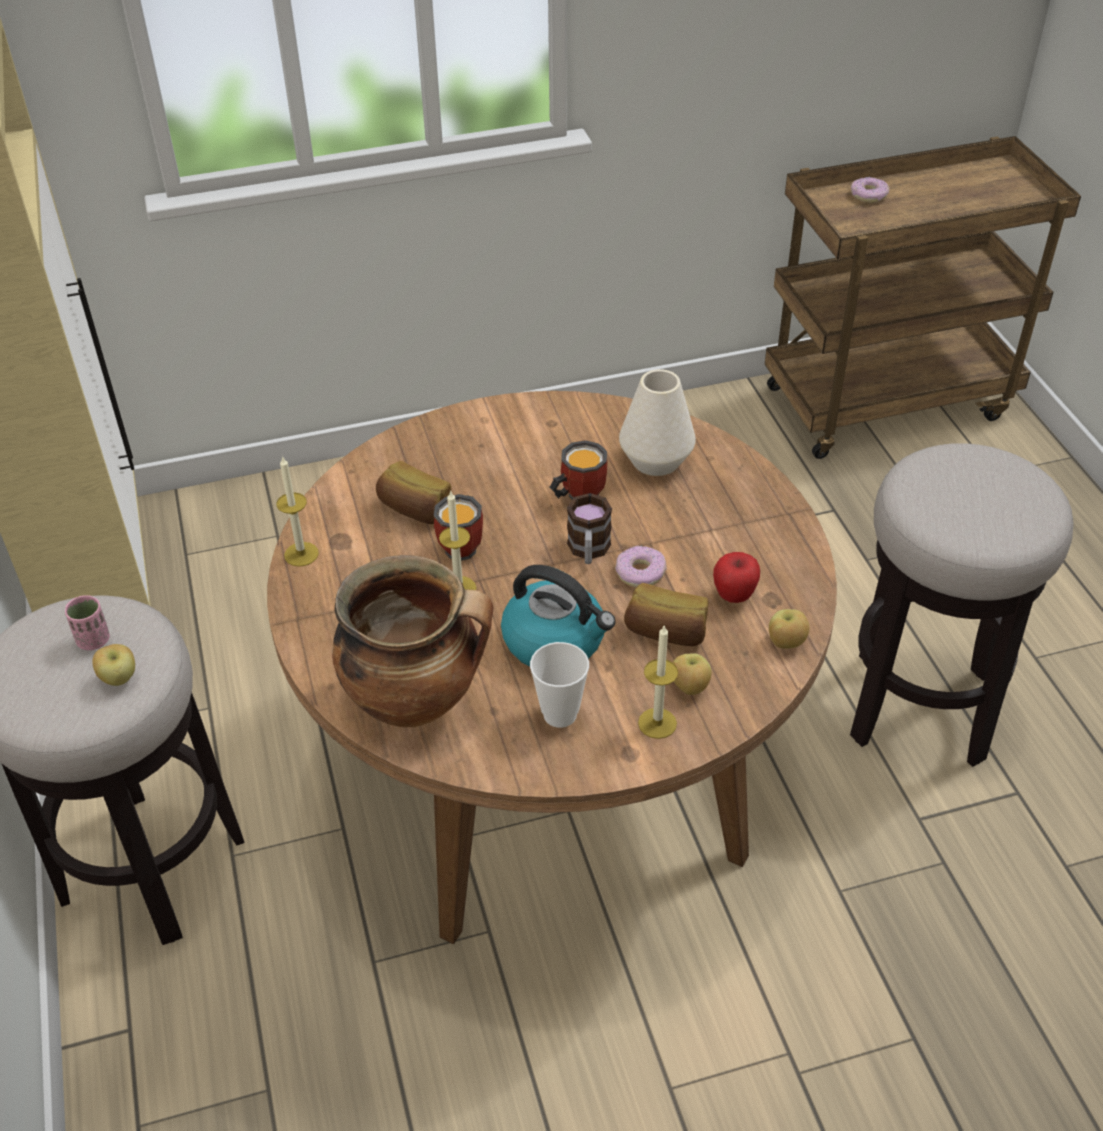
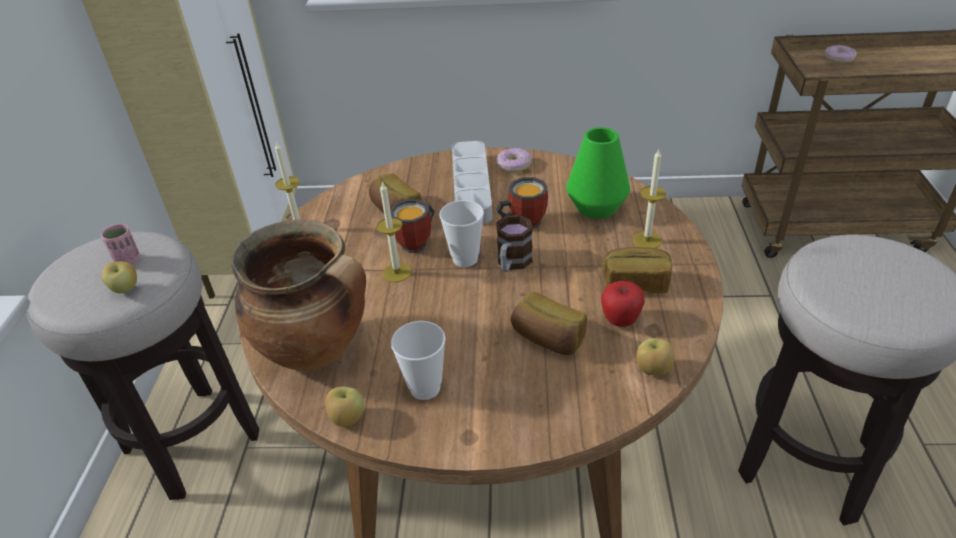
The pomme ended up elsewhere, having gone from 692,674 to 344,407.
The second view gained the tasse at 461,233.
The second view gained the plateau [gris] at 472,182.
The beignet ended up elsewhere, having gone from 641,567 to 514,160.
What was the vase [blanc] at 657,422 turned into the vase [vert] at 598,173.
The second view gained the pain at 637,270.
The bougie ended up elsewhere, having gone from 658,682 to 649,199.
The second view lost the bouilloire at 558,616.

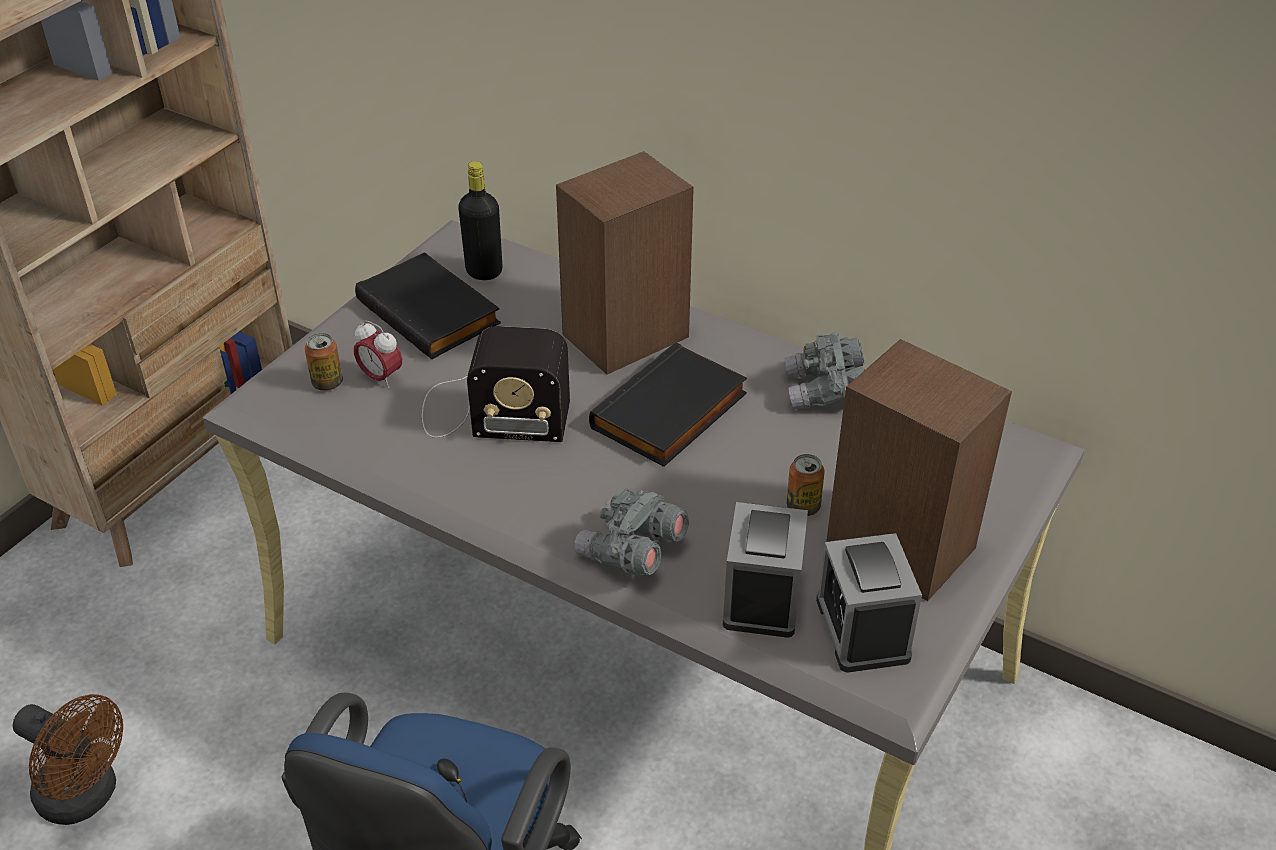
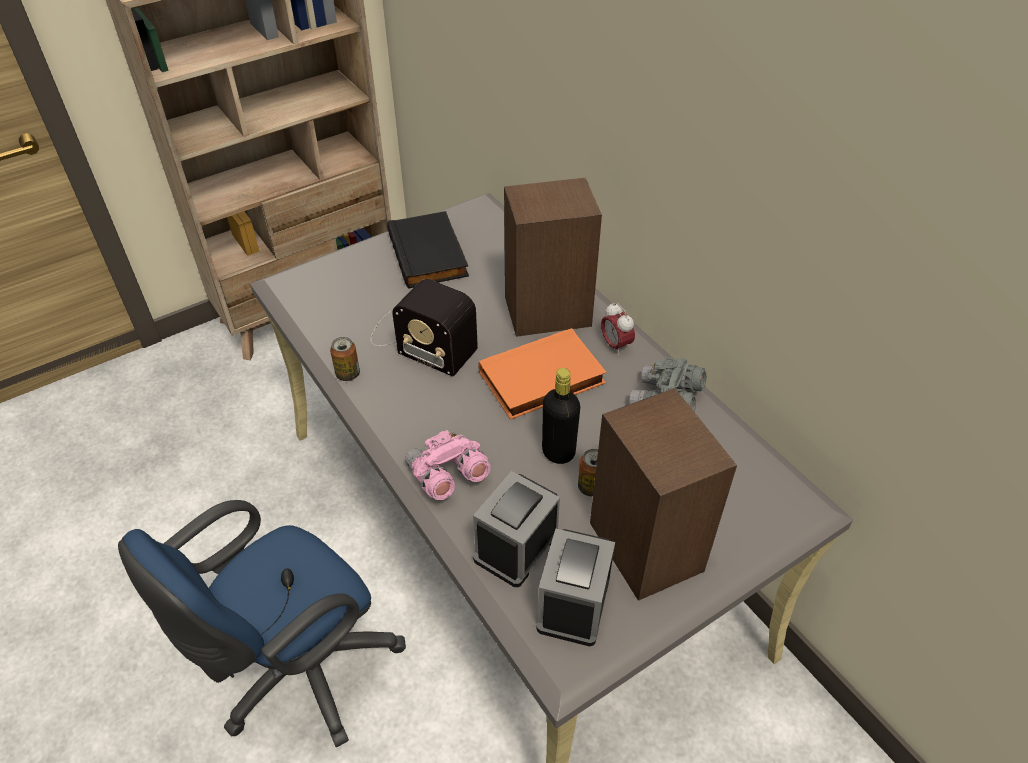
The boîte métallique ended up elsewhere, having gone from 324,362 to 345,359.
What was the jumelles [gris] at 631,531 turned into the jumelles [rose] at 448,465.
What was the livre [noir] at 668,404 turned into the livre [orange] at 542,374.
The bouteille [noir] ended up elsewhere, having gone from 480,220 to 561,416.
The réveil ended up elsewhere, having gone from 378,354 to 618,329.
The second view lost the ventilateur [marron] at 68,759.

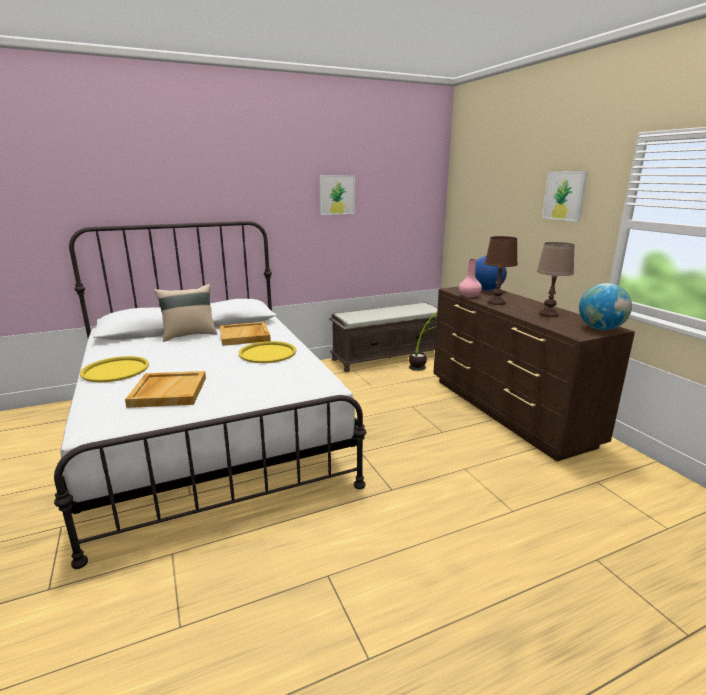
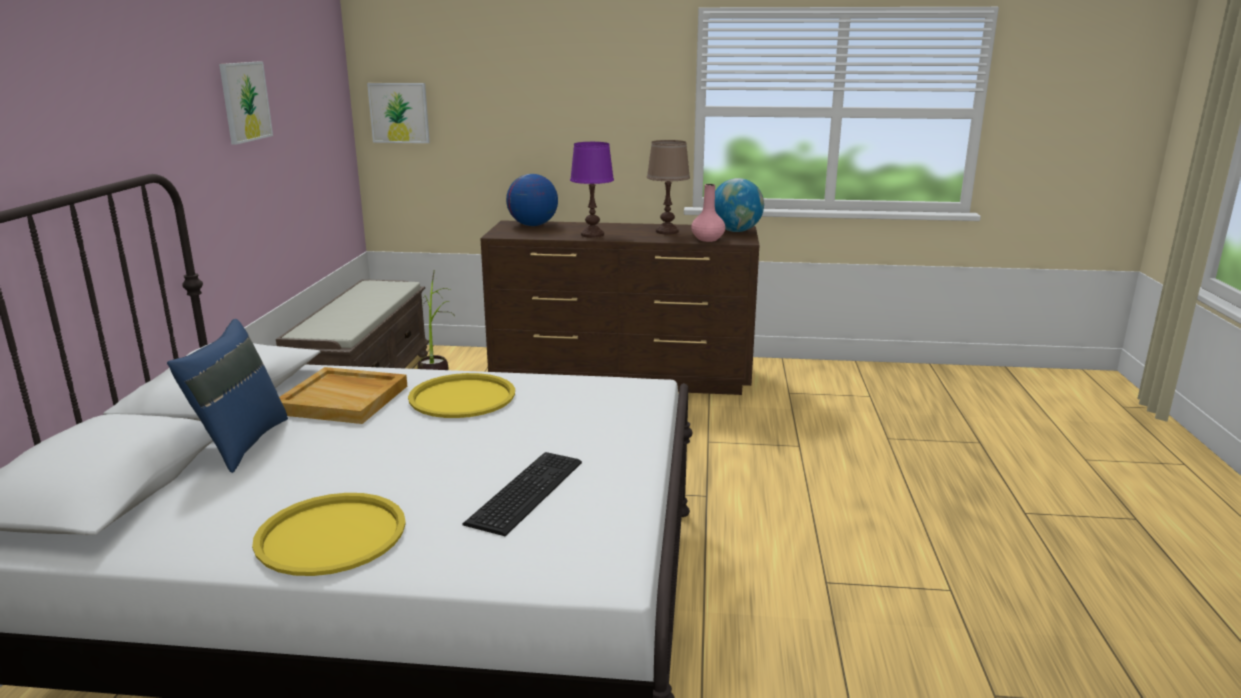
What was the coussin [beige] at 185,313 turned into the coussin [bleu] at 227,396.
The tableau ended up elsewhere, having gone from 565,196 to 398,113.
Where the plateau [beige] stood at 165,389, the clavier came to stand at 522,494.
What was the lampe de table [marron] at 501,270 turned into the lampe de table [violet] at 592,190.
The vase [rose] ended up elsewhere, having gone from 470,278 to 708,213.

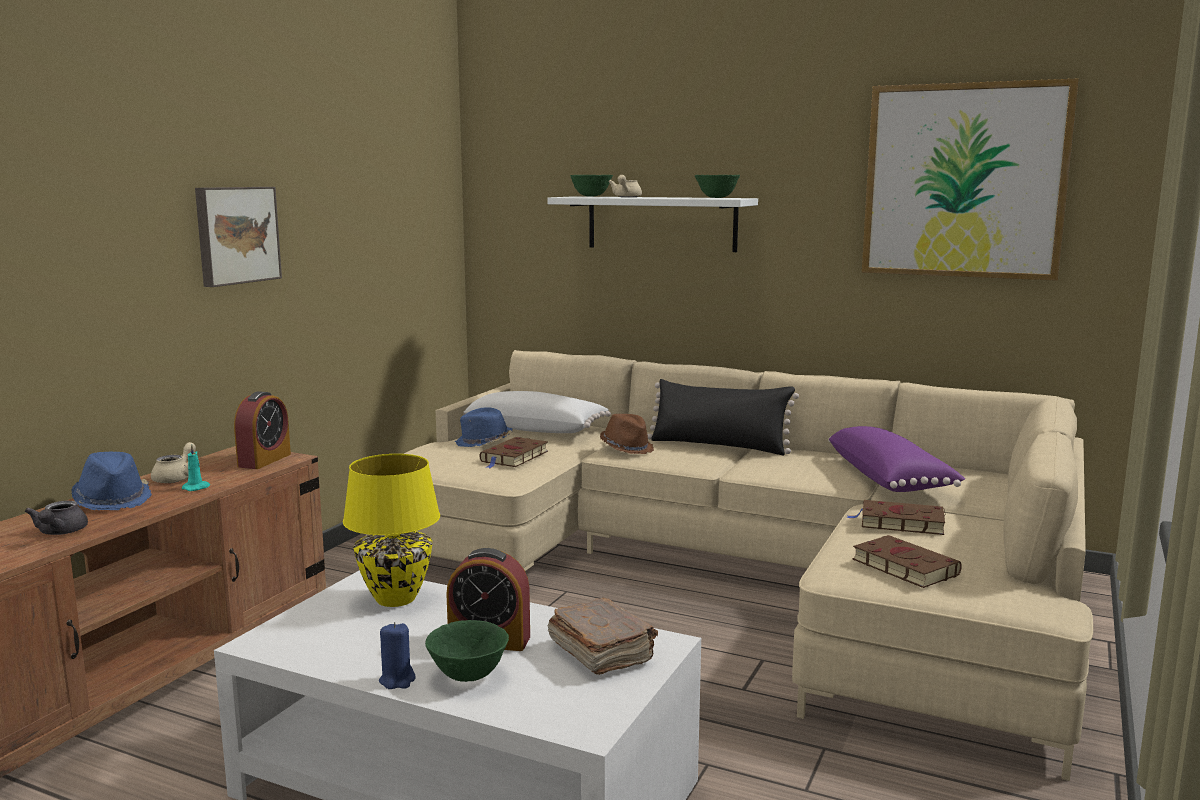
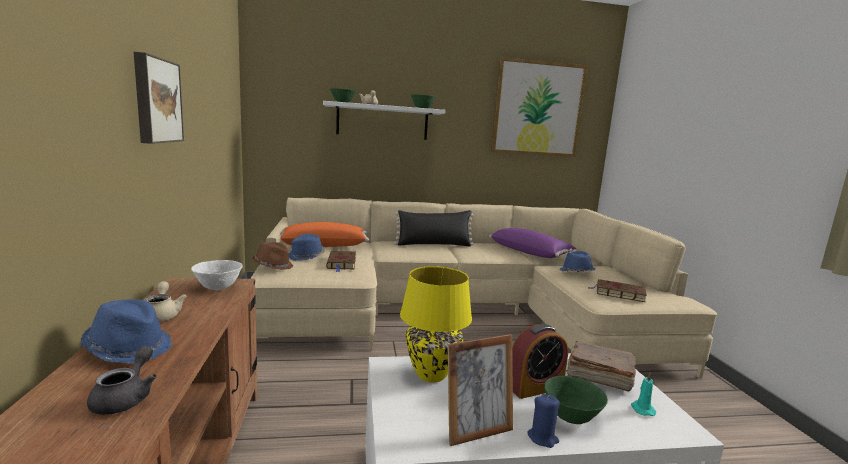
The théière [gris] at 56,518 ended up facing another way, 135 degrees counterclockwise from before.
Where the réveil stood at 262,430, the bol [blanc] came to stand at 217,275.
The chapeau [marron] ended up elsewhere, having gone from 627,434 to 272,256.
What was the coussin [blanc] at 537,412 turned into the coussin [orange] at 324,234.
The second view gained the cadre photo at 480,390.
Where the livre [marron] stood at 896,517, the chapeau [bleu] came to stand at 577,261.
The bougie [turquoise] ended up elsewhere, having gone from 196,467 to 644,394.

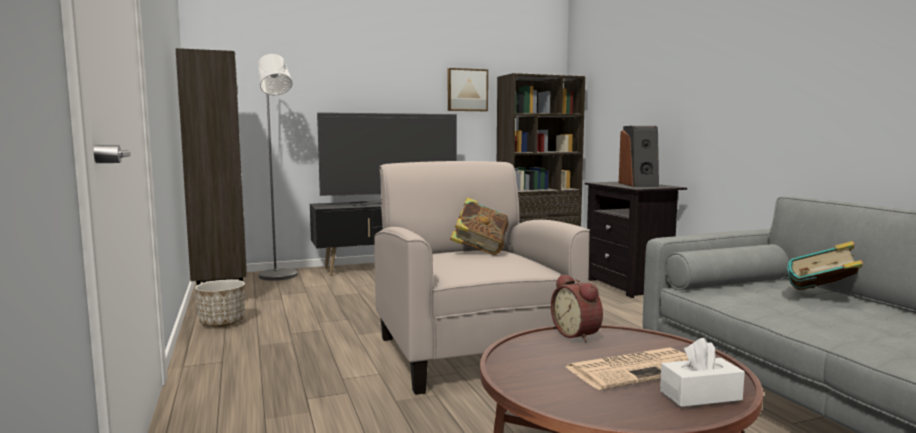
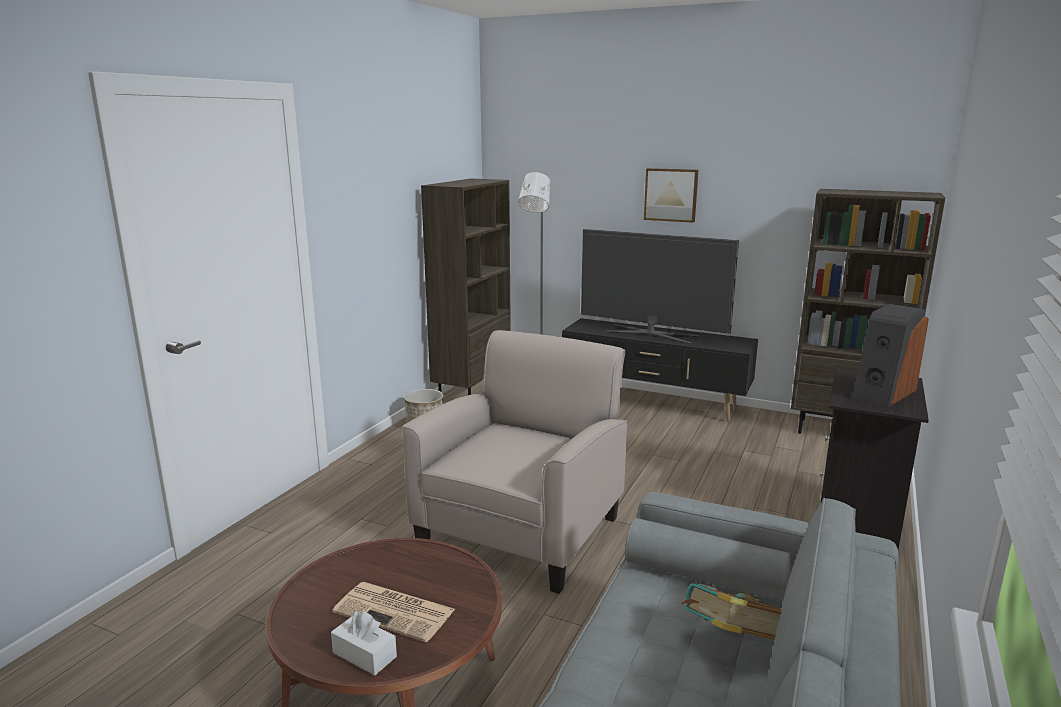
The tableau ended up elsewhere, having gone from 468,89 to 671,195.
The second view lost the livre at 479,226.
The second view lost the réveil at 577,308.

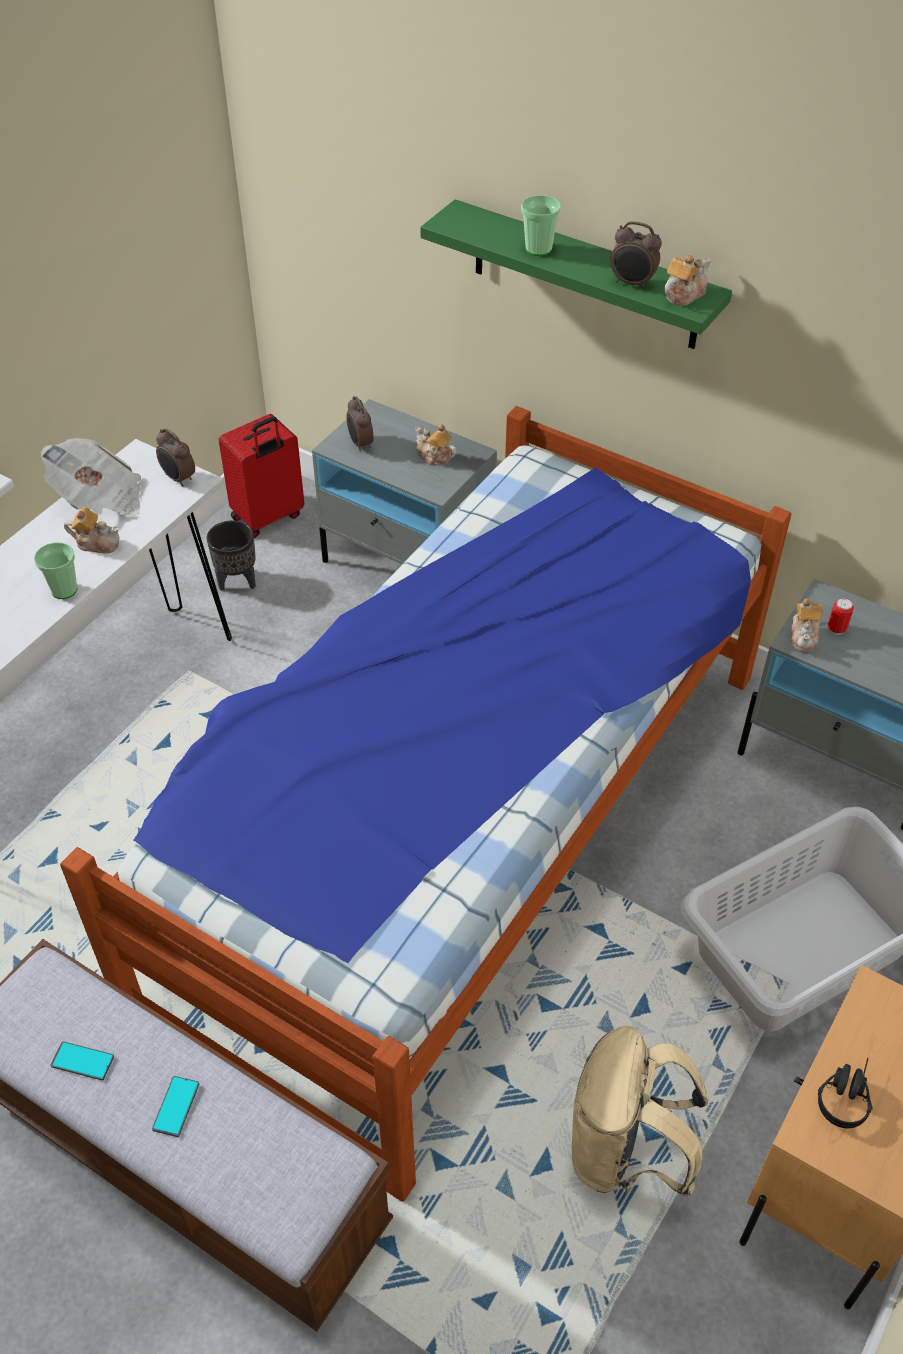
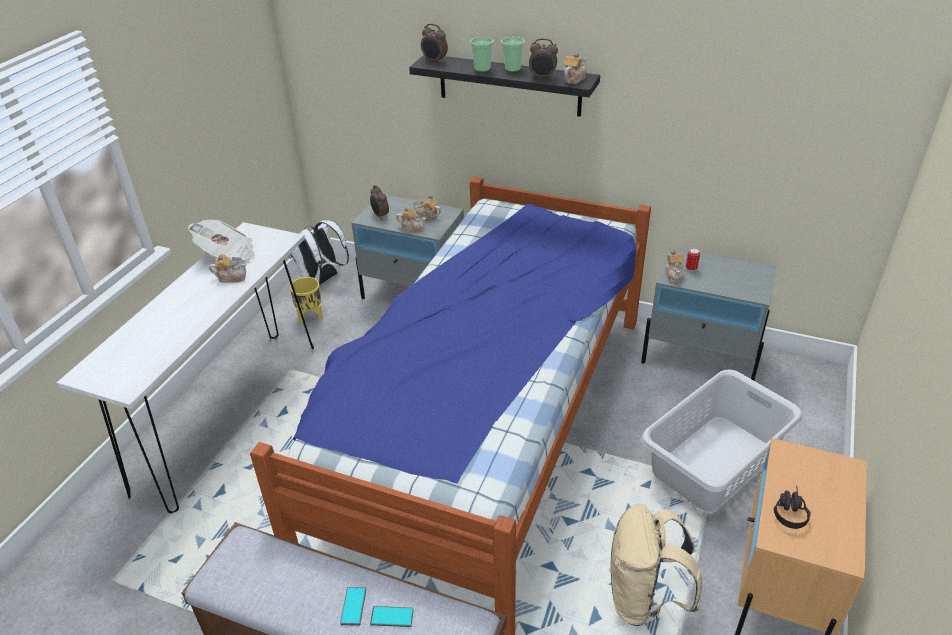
Where the valise [rouge] stood at 262,476, the sac à dos [blanc] came to stand at 318,252.
What was the cache-pot [noir] at 231,555 turned into the cache-pot [jaune] at 306,300.
The téléphone ended up elsewhere, having gone from 82,1061 to 392,616.
The second view gained the théière at 411,219.
What was the étagère [vert] at 576,274 turned into the étagère [noir] at 504,86.
The réveil ended up elsewhere, having gone from 175,457 to 434,43.
The tasse ended up elsewhere, having gone from 56,570 to 513,54.

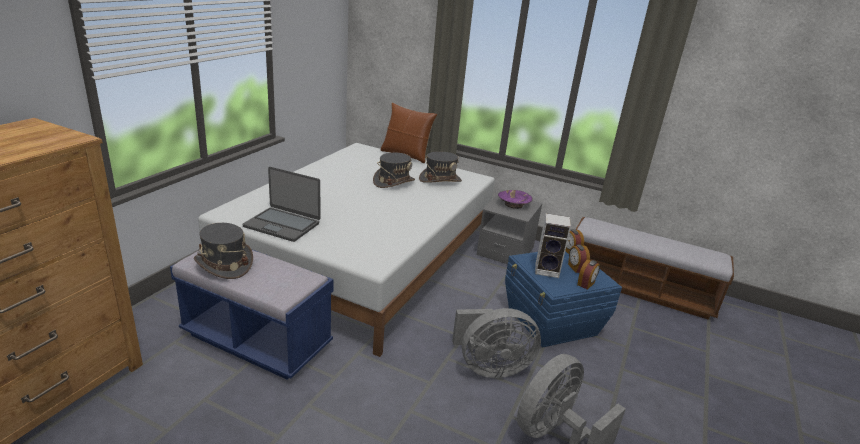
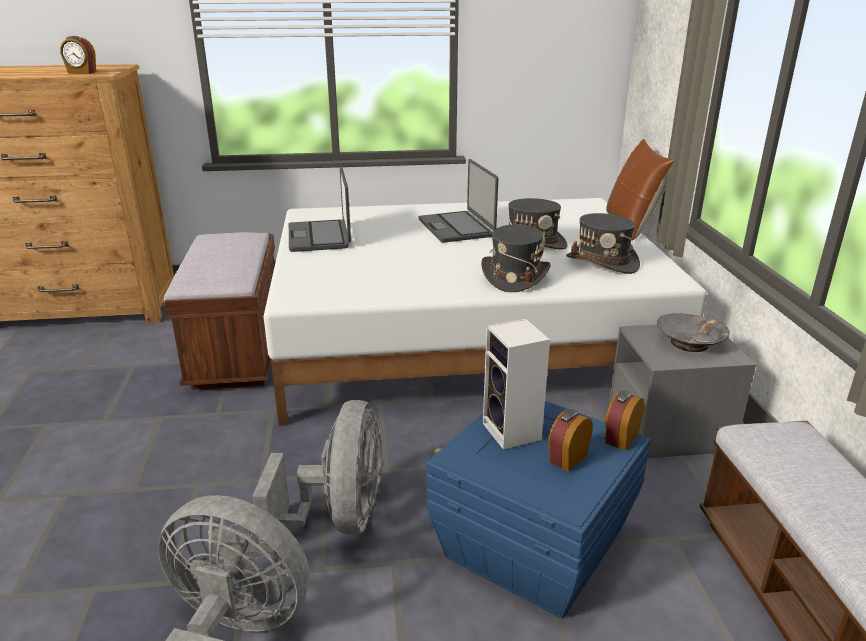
The réveil ended up elsewhere, having gone from 588,274 to 78,55.
What was the banc [bleu] at 251,314 turned into the banc [marron] at 219,311.
The ventilateur [gris] at 496,343 ended up facing another way, 135 degrees counterclockwise from before.
The second view gained the ordinateur portable at 459,201.
The chapeau [gris] ended up elsewhere, having gone from 223,251 to 516,258.
What was the bol [violet] at 515,199 turned into the bol [gris] at 693,332.

